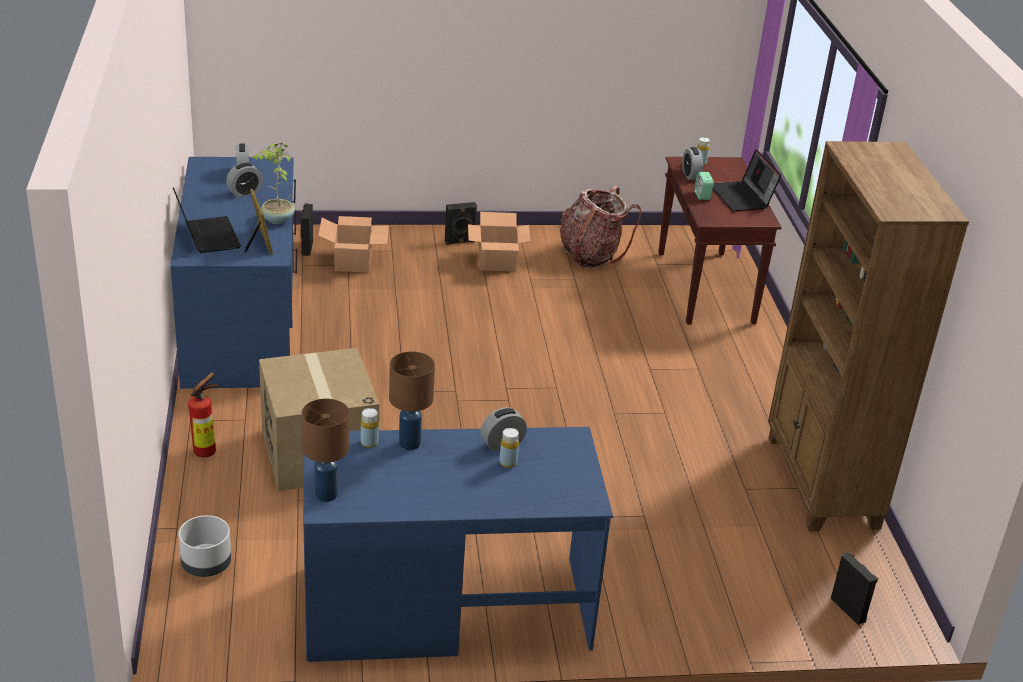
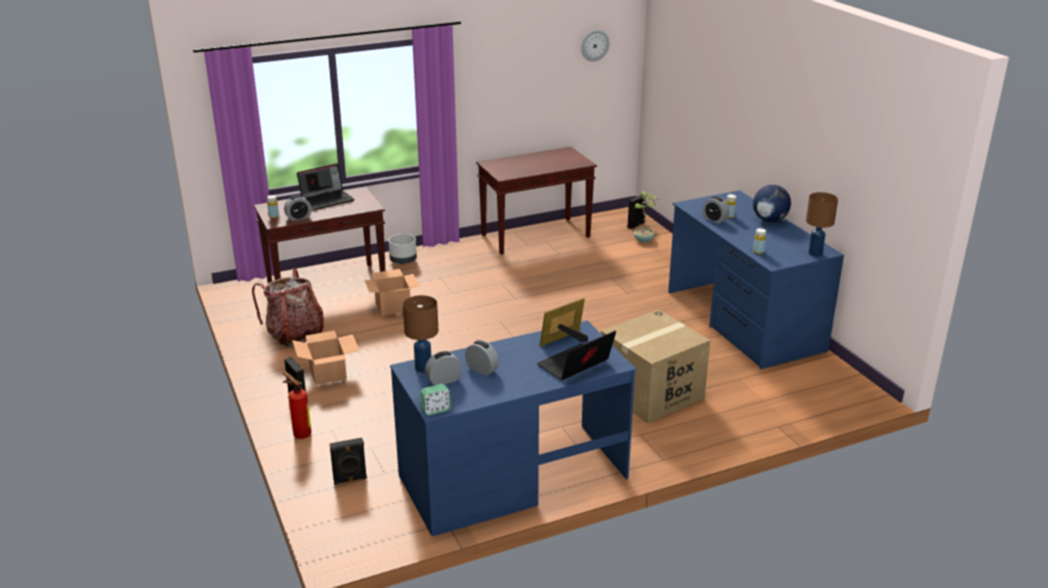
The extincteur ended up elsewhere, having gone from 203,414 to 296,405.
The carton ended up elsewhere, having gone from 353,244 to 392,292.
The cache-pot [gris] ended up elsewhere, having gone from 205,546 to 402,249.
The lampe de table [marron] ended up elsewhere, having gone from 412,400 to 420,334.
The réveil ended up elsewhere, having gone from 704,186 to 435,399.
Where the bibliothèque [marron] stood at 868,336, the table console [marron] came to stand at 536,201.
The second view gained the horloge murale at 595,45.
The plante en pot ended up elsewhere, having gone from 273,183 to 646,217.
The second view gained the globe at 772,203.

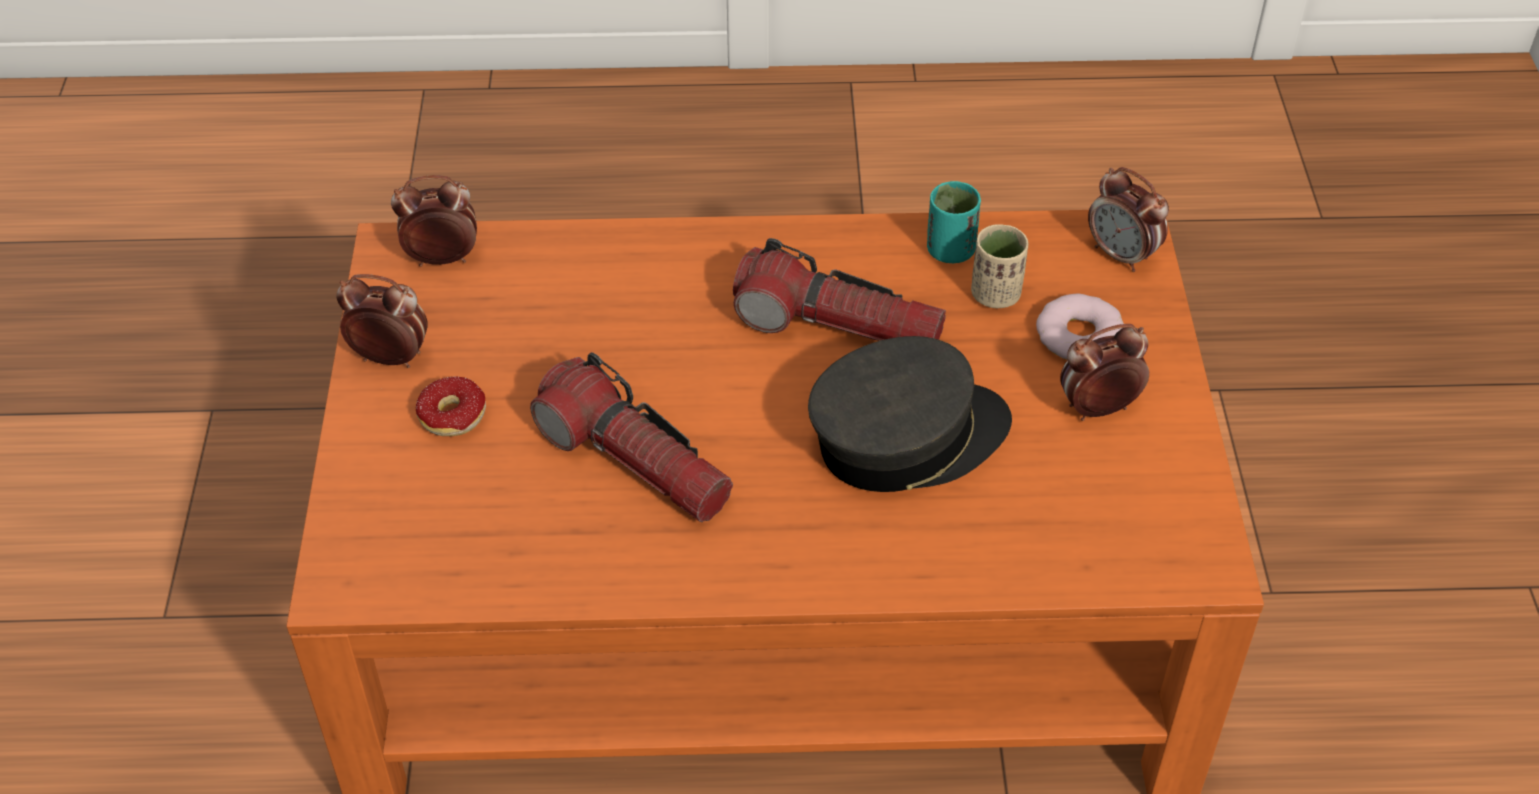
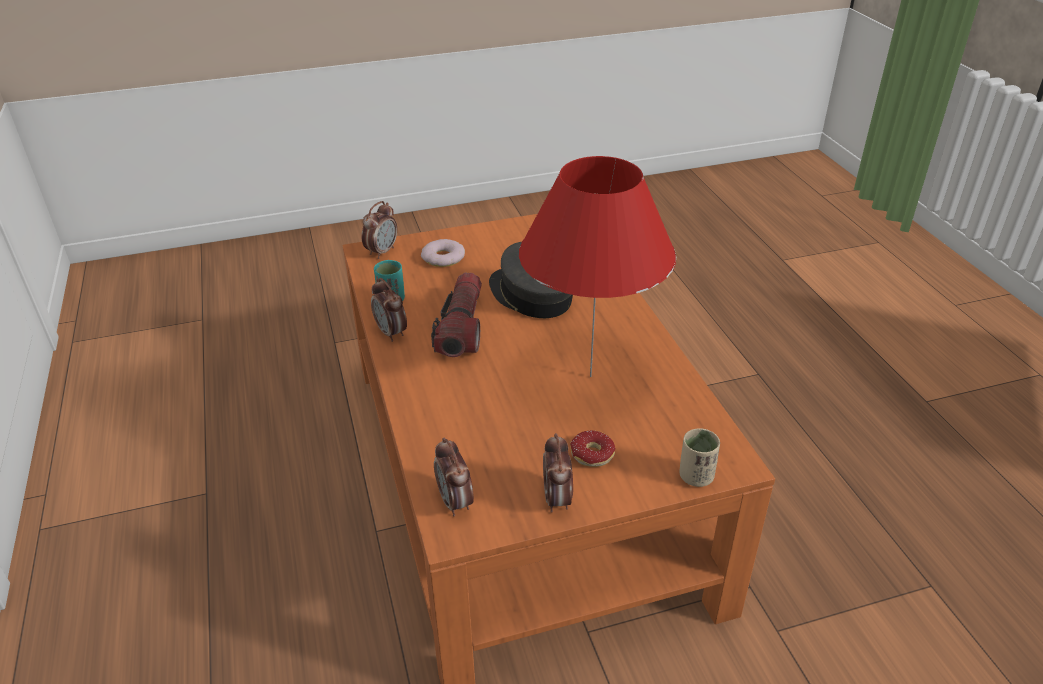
The réveil ended up elsewhere, having gone from 1104,372 to 389,310.
Where the lampe de poche stood at 631,437, the lampe de table [rouge] came to stand at 597,266.
The tasse [beige] ended up elsewhere, having gone from 999,266 to 700,458.

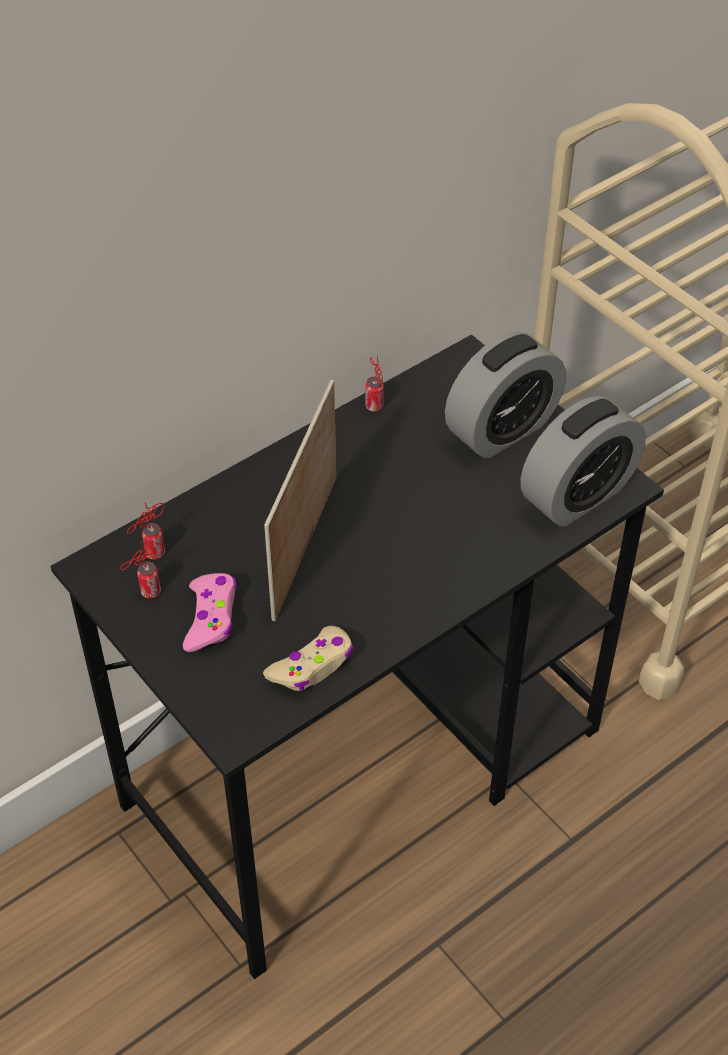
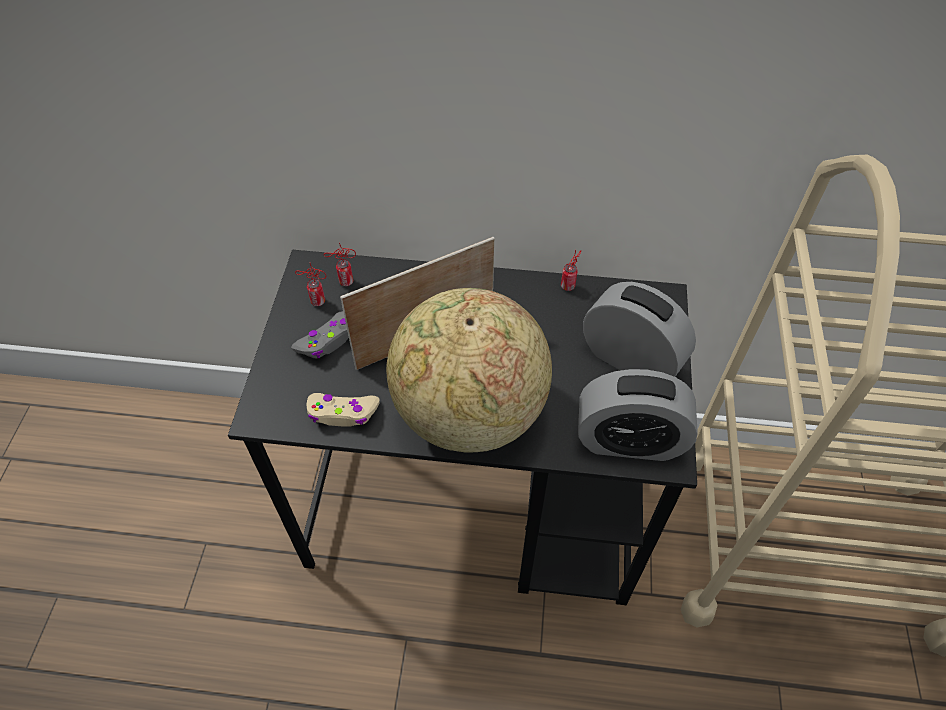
What was the manette [rose] at 210,612 turned into the manette [gris] at 320,334.
The second view gained the globe at 469,370.
The réveil at 505,395 ended up facing another way, 150 degrees counterclockwise from before.

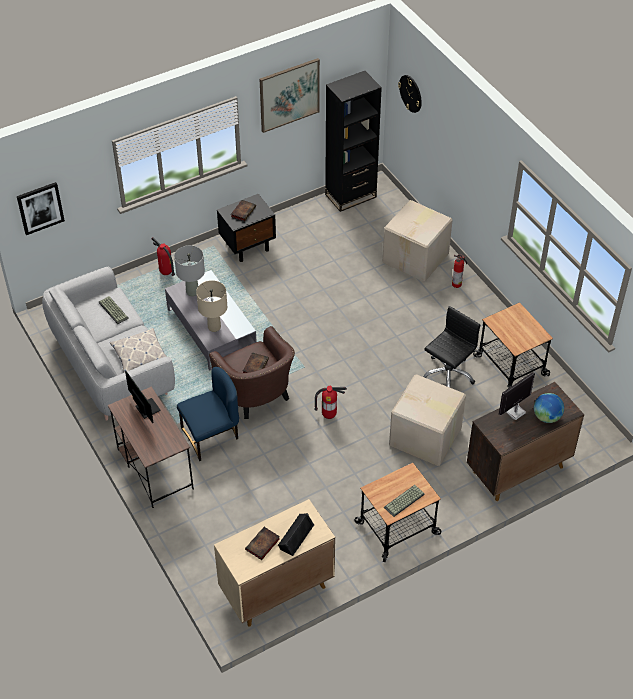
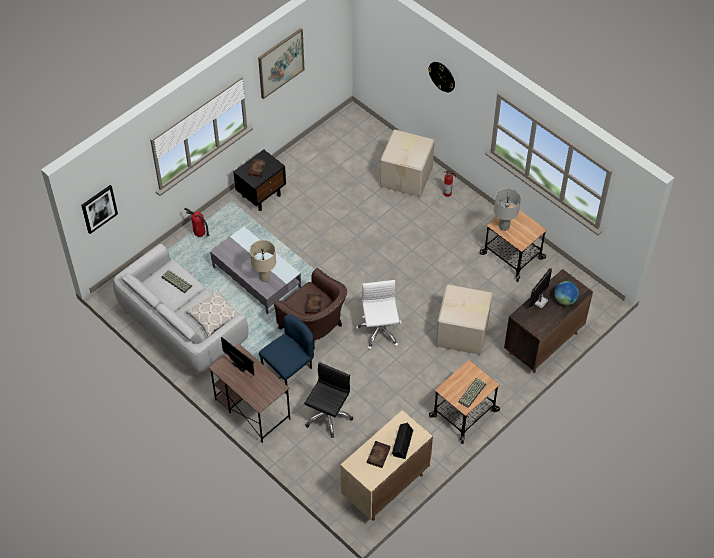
The chaise de bureau [noir] ended up elsewhere, having gone from 451,346 to 328,400.
Where the extincteur stood at 330,402, the chaise de bureau [blanc] came to stand at 379,315.
The horloge murale ended up elsewhere, having gone from 410,94 to 441,77.
The lampe de table [gris] ended up elsewhere, having gone from 189,270 to 507,209.
The second view lost the bibliothèque [noir] at 353,141.

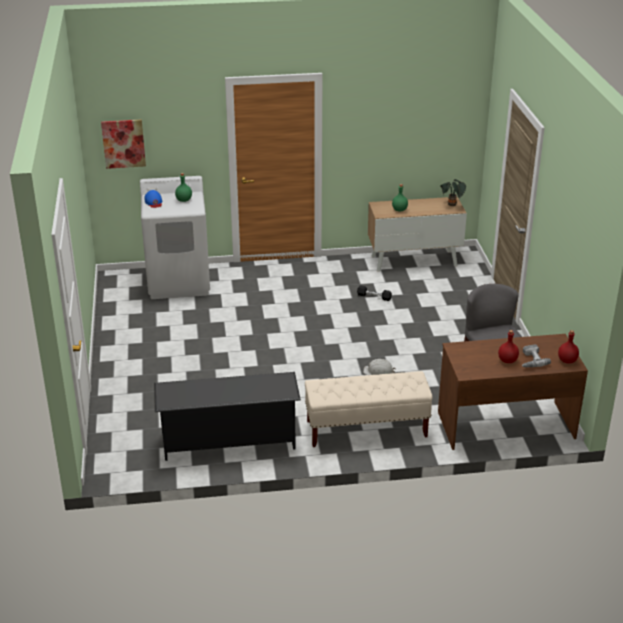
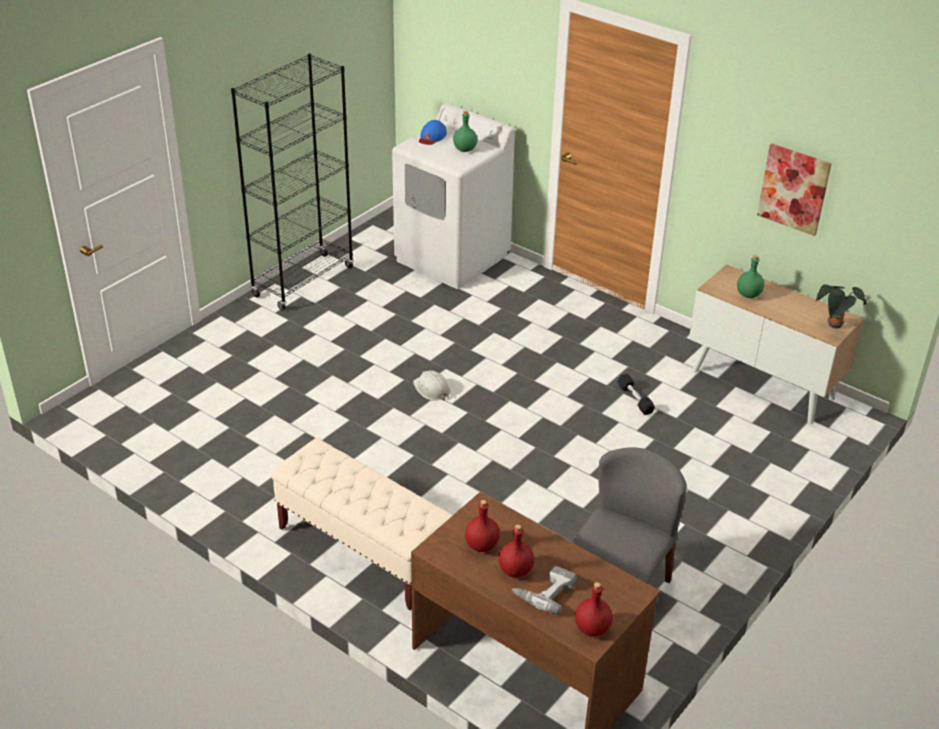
The second view gained the bibliothèque [noir] at 292,182.
The casque de chantier [blanc] ended up elsewhere, having gone from 379,367 to 431,386.
The second view gained the bouteille [rouge] at 482,526.
The tableau ended up elsewhere, having gone from 123,144 to 794,189.
The second view lost the étagère à chaussures [noir] at 227,416.

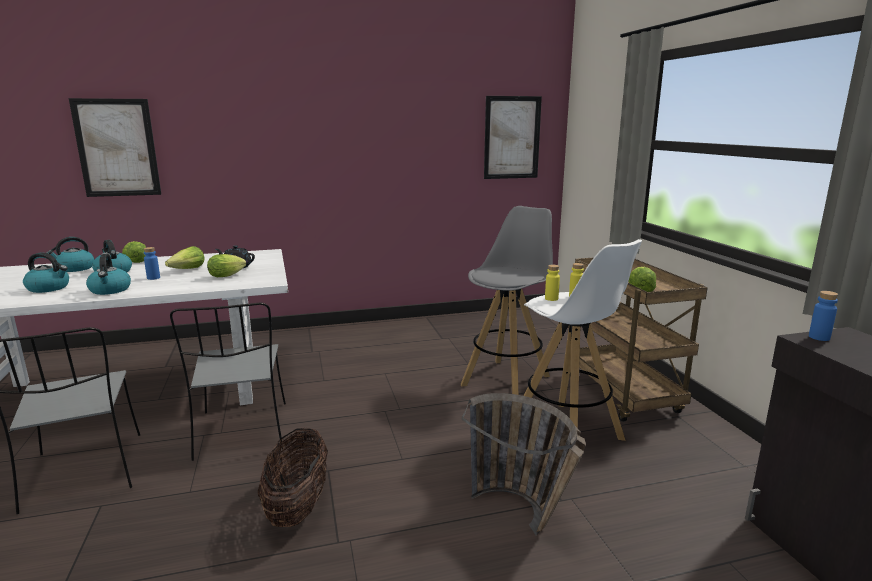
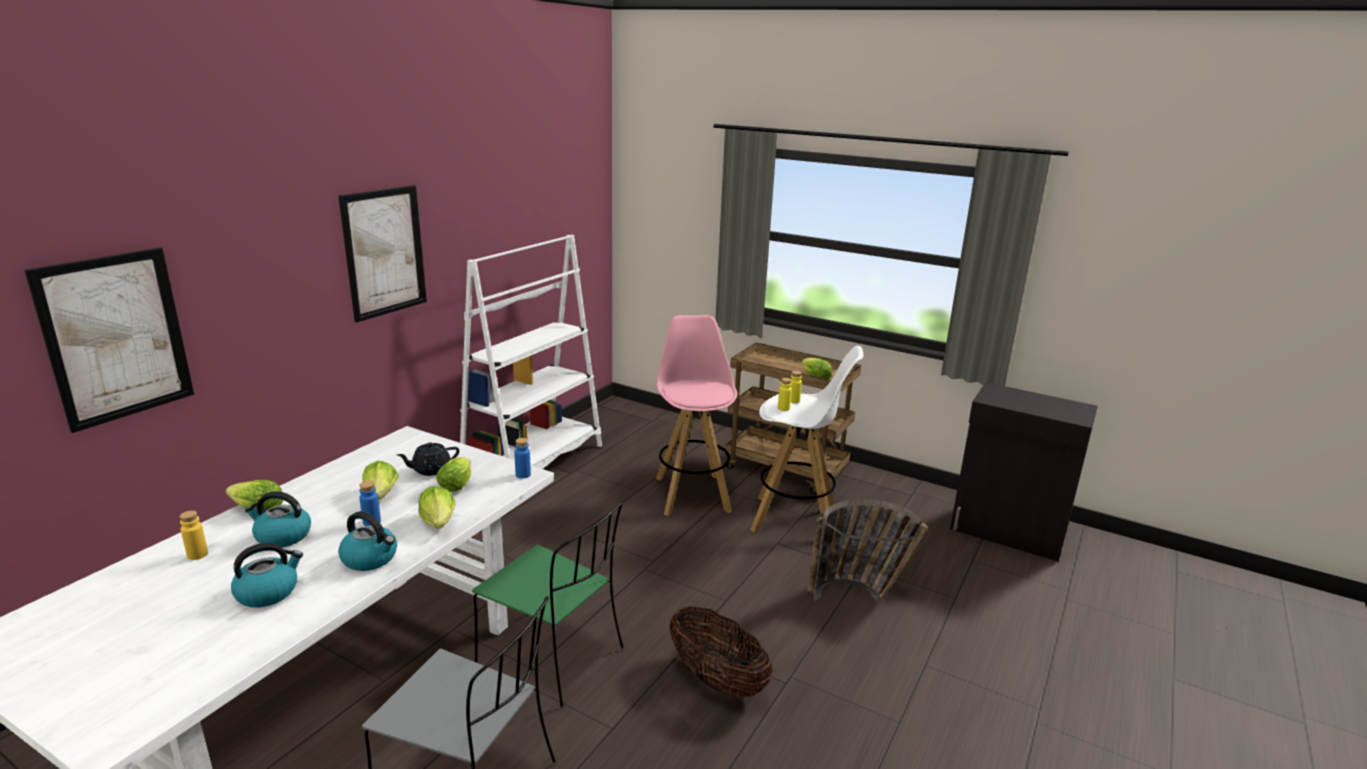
Where the bouilloire stood at 70,254, the bouteille [jaune] came to stand at 194,535.
The tableau ended up elsewhere, having gone from 513,137 to 382,253.
The second view gained the laitue at 437,507.
The second view gained the bibliothèque [blanc] at 531,352.
What was the chaise [gris] at 228,382 turned into the chaise [vert] at 547,604.
The bouteille [bleu] ended up elsewhere, having gone from 823,316 to 522,458.
What was the tabouret [gris] at 507,300 turned into the tabouret [rose] at 696,415.

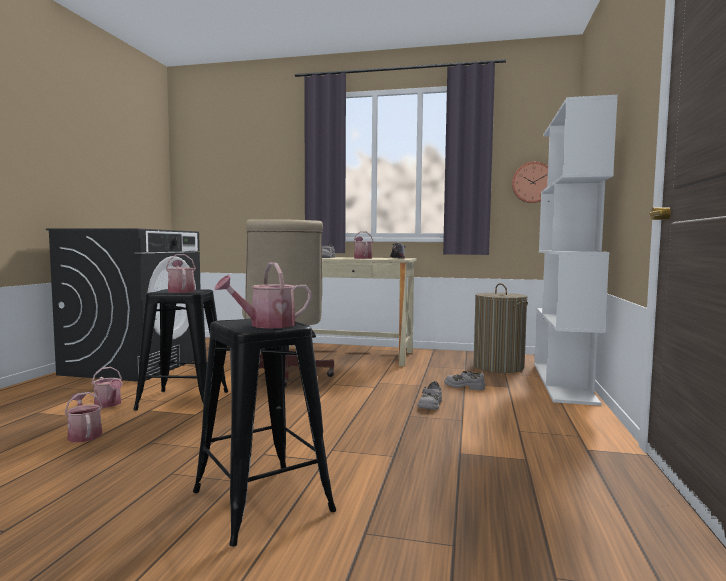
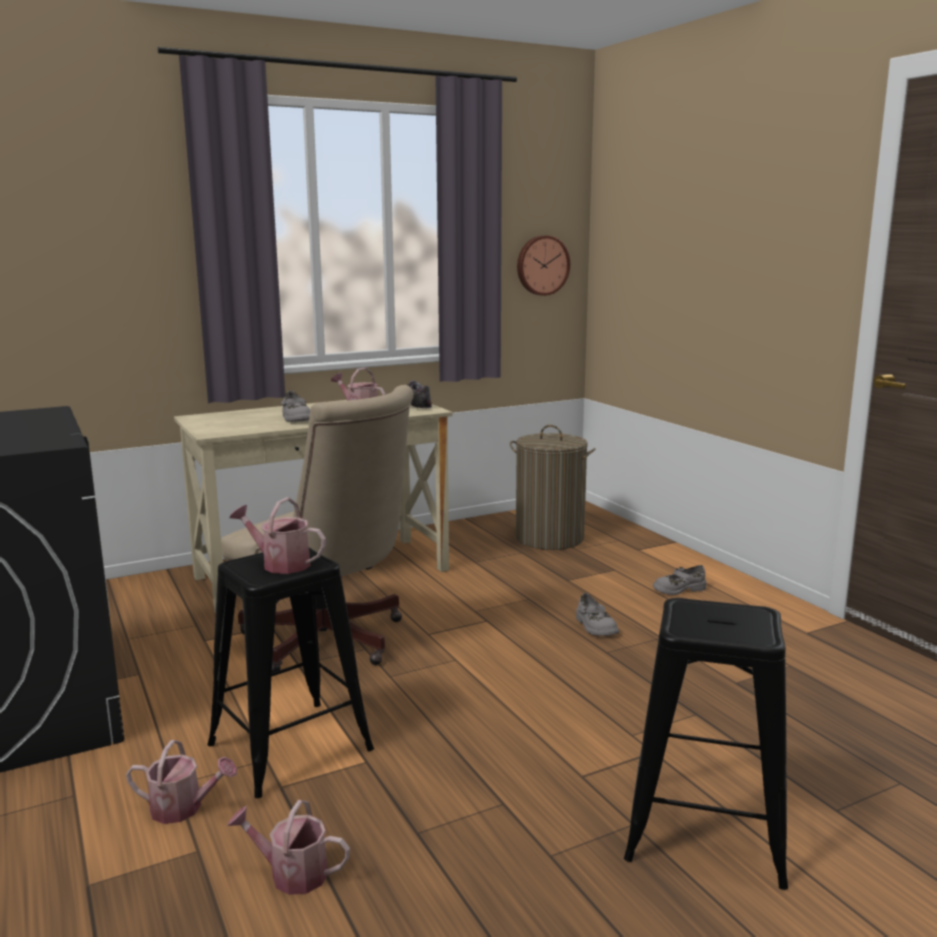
The chaussure [gris] ended up elsewhere, having gone from 464,381 to 679,580.
The second view lost the arrosoir at 263,295.
The second view lost the bibliothèque [blanc] at 576,250.

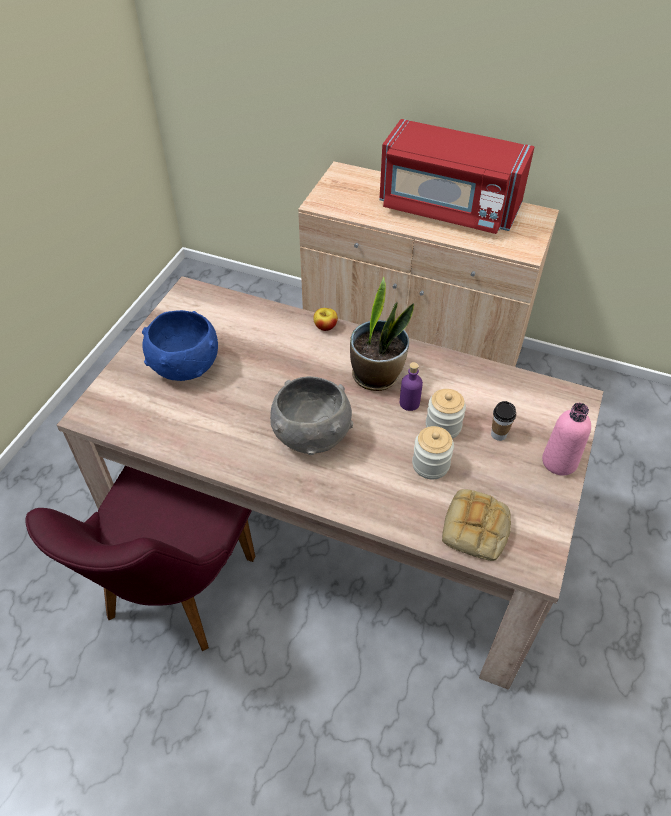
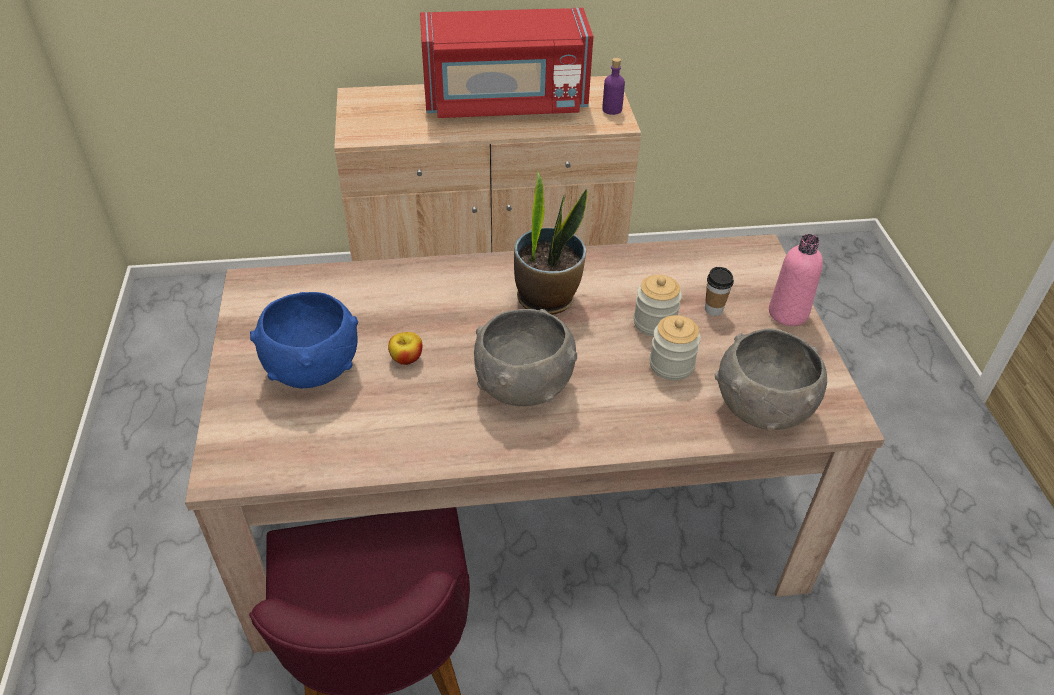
The pomme ended up elsewhere, having gone from 325,319 to 405,348.
The bouteille [violet] ended up elsewhere, having gone from 411,386 to 613,86.
Where the pain stood at 476,525, the bol [gris] came to stand at 771,379.

